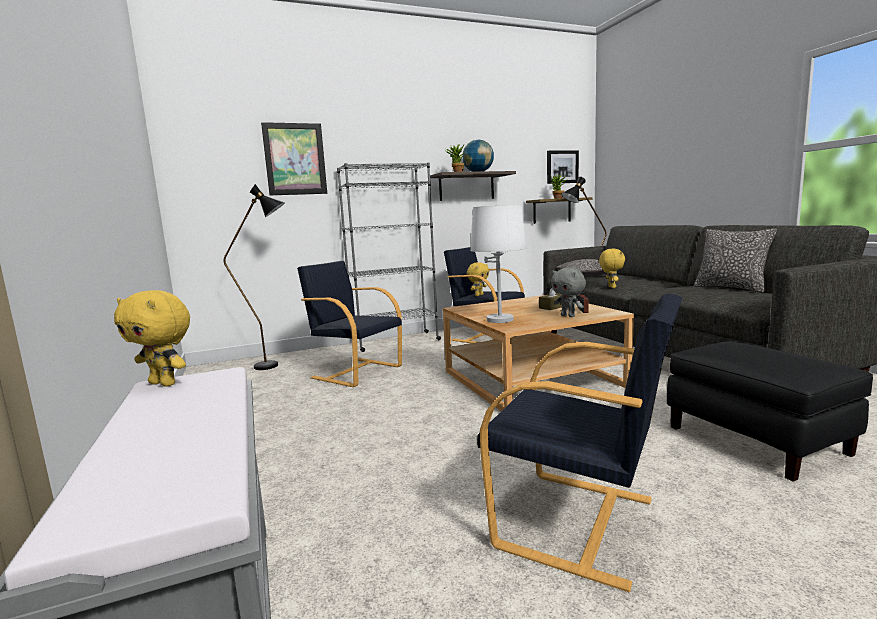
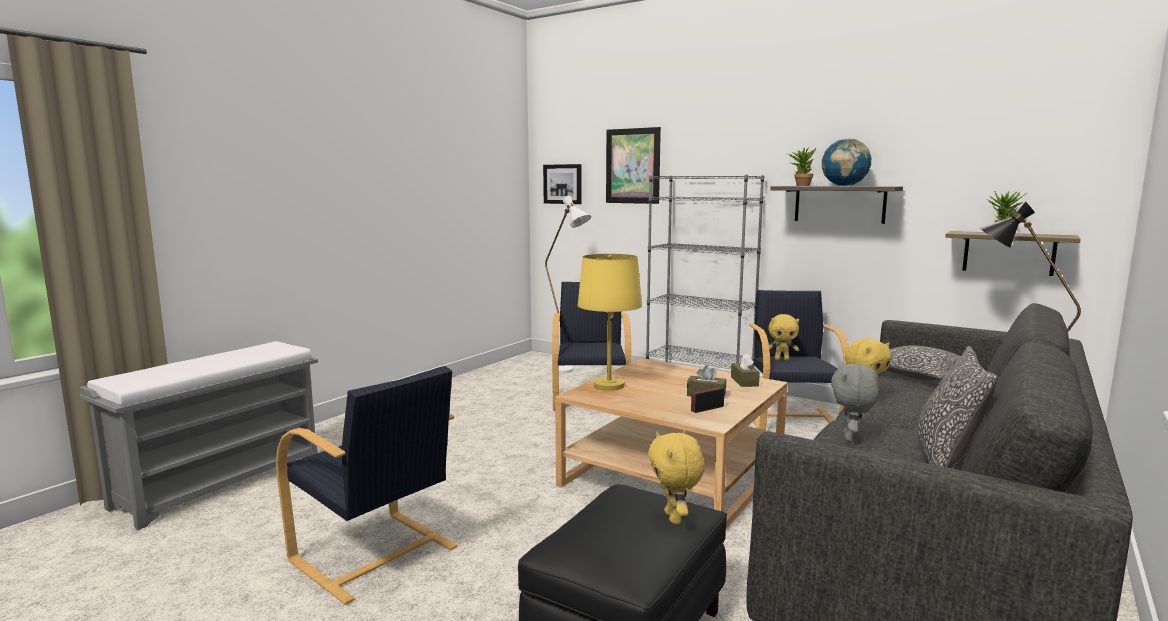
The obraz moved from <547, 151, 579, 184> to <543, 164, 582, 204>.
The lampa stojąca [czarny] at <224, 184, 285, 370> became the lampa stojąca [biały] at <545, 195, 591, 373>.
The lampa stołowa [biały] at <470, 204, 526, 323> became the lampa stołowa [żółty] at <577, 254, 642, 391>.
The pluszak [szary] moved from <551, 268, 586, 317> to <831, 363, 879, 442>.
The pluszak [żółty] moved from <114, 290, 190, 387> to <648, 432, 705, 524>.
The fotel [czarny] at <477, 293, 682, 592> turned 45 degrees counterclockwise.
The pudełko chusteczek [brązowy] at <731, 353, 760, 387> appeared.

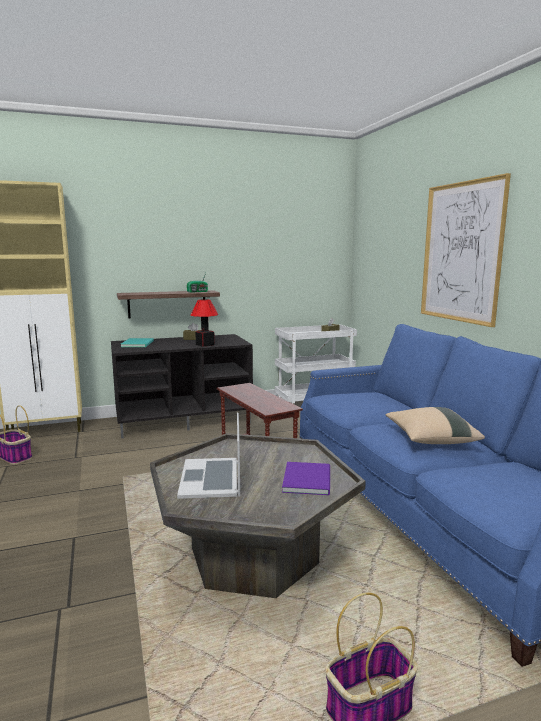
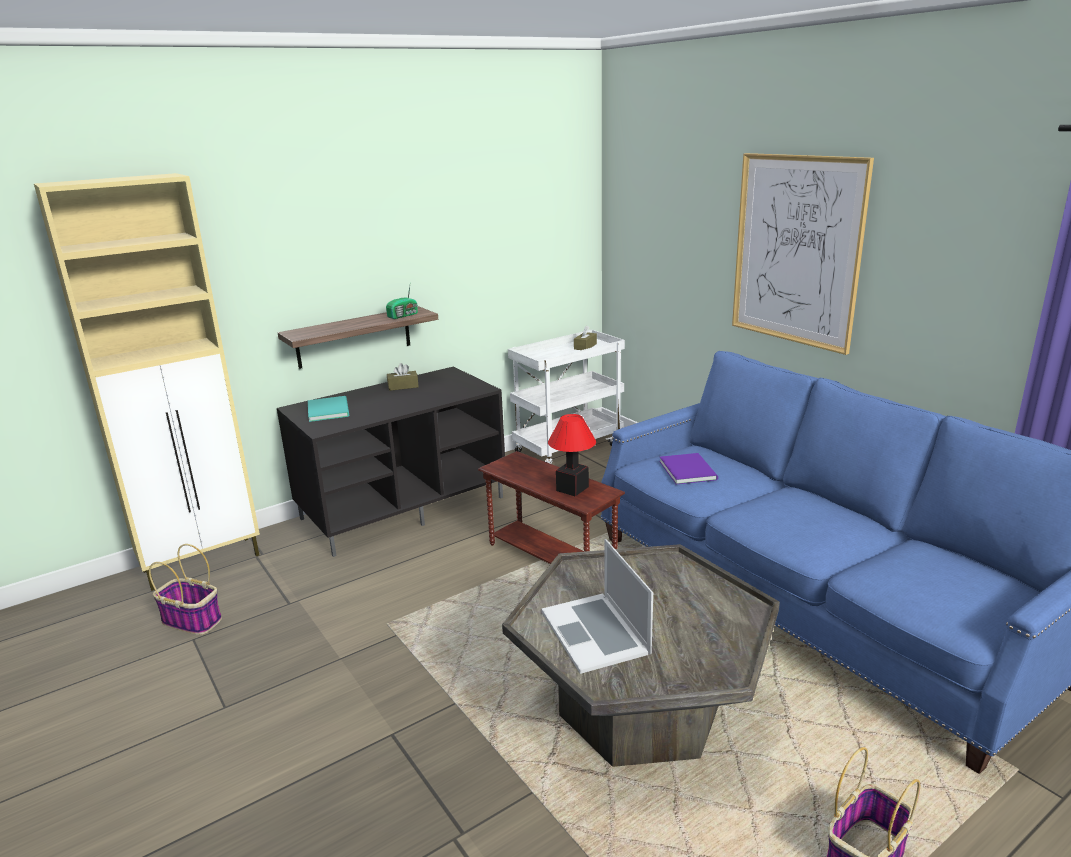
The lampa stołowa moved from <191, 299, 218, 347> to <548, 414, 596, 496>.
The poduszka [beżowy] at <385, 407, 485, 444> disappeared.
The książka [fioletowy] moved from <282, 462, 330, 495> to <659, 453, 718, 485>.

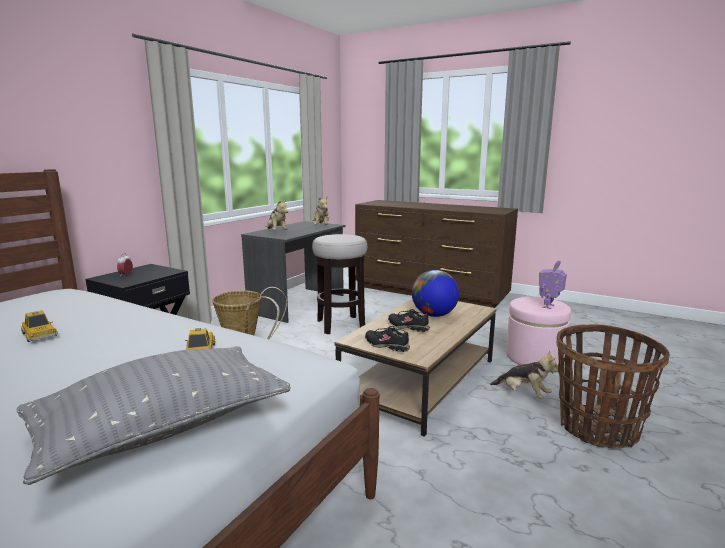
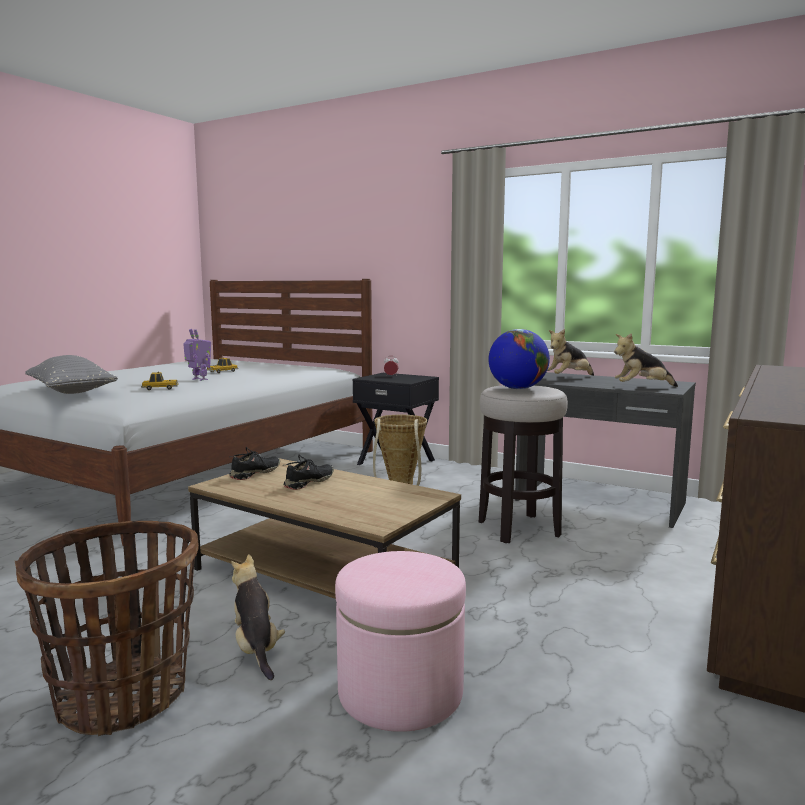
The robot zabawkowy moved from <539, 260, 567, 309> to <183, 329, 211, 381>.
The globus moved from <412, 270, 459, 317> to <488, 329, 550, 389>.
The pluszak at <490, 350, 558, 399> turned 120 degrees clockwise.

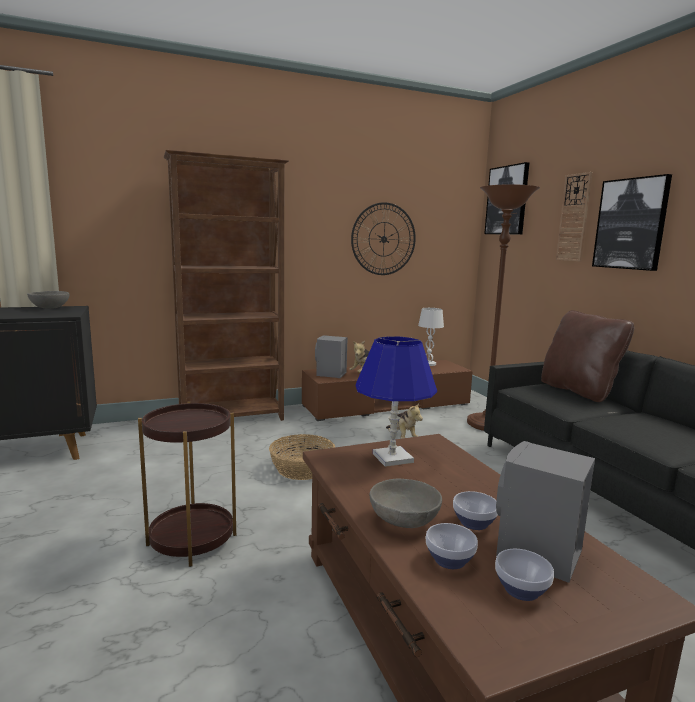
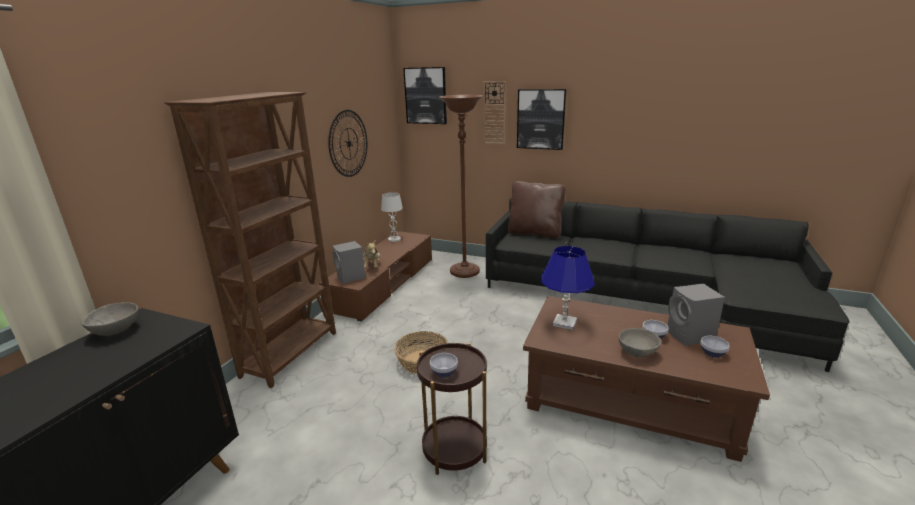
The pluszak at <386, 403, 423, 439> disappeared.
The miska moved from <426, 523, 478, 569> to <430, 353, 458, 378>.

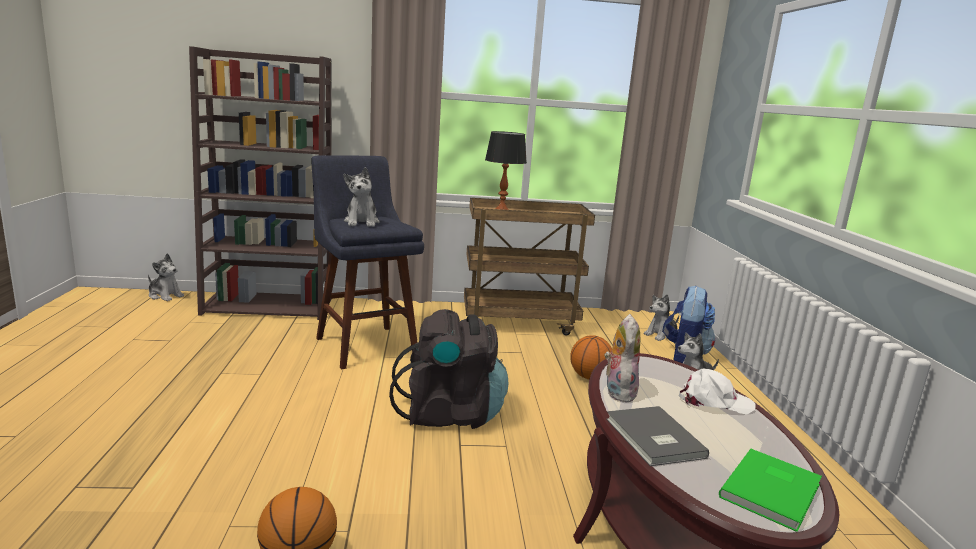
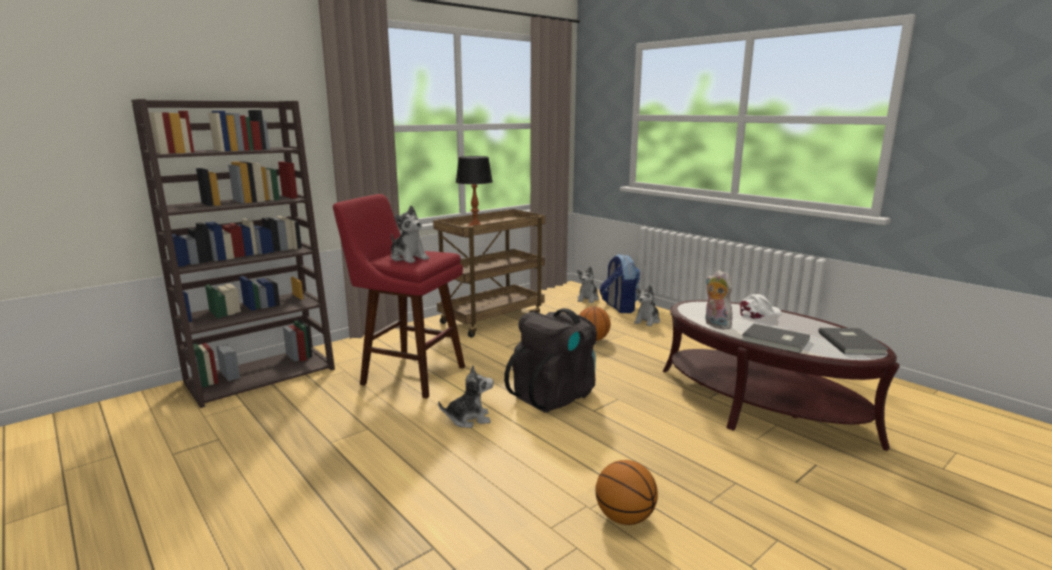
The stołek [niebieski] at <312, 155, 424, 369> became the stołek [czerwony] at <333, 194, 465, 399>.
The pluszak moved from <148, 254, 184, 301> to <438, 365, 494, 428>.
The książka [zielony] at <719, 449, 822, 532> became the książka [szary] at <818, 328, 889, 355>.

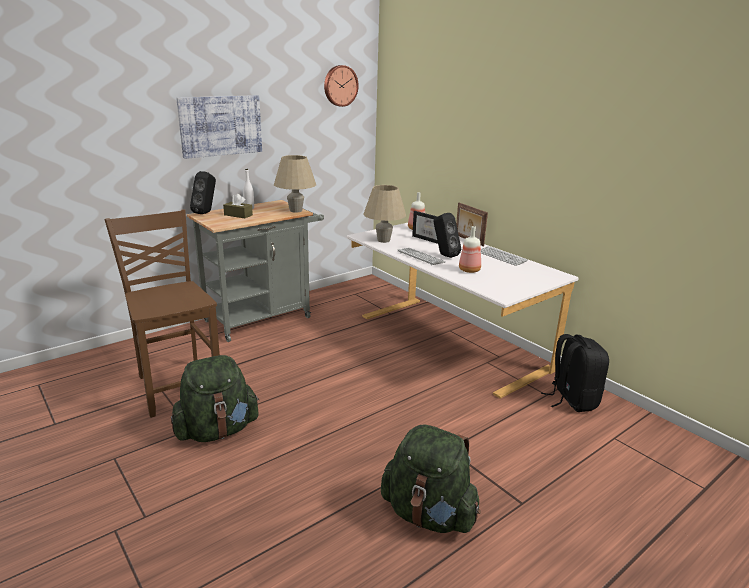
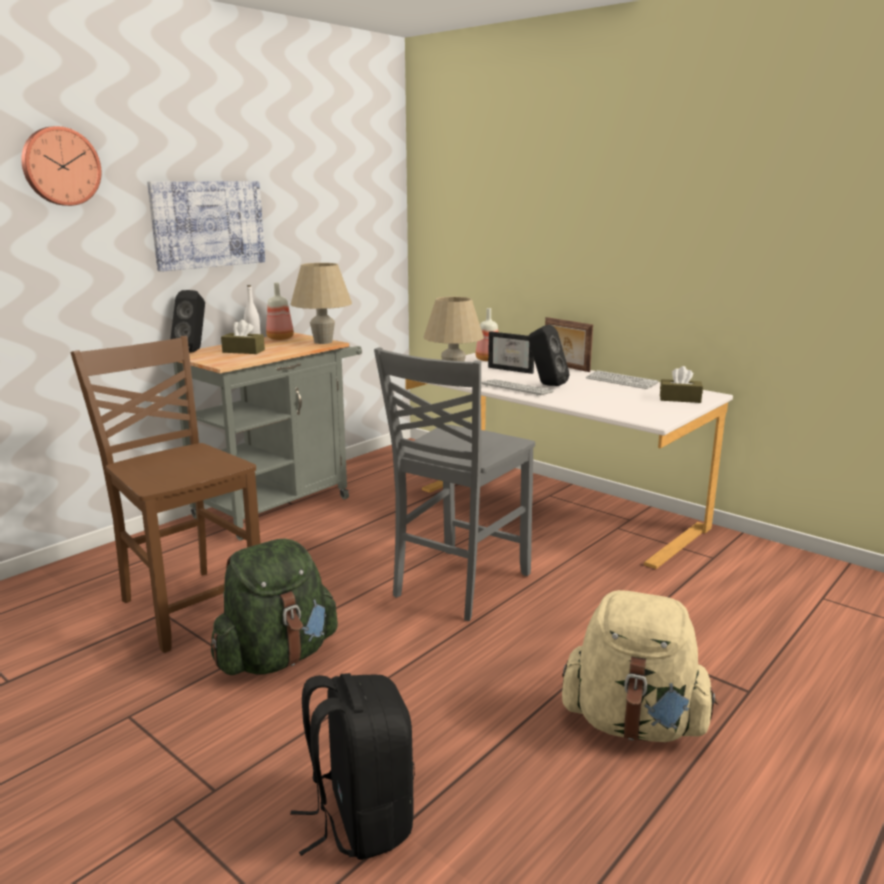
The zegar ścienny moved from <324, 65, 359, 107> to <21, 126, 101, 206>.
The butelka moved from <459, 226, 481, 273> to <266, 283, 294, 340>.
The plecak [czarny] moved from <541, 334, 609, 412> to <290, 673, 415, 860>.
The plecak [zielony] at <381, 425, 481, 533> became the plecak [beżowy] at <562, 590, 718, 742>.
The krzesło [szary] at <374, 347, 535, 621> appeared.
The pudełko chusteczek [brązowy] at <660, 366, 703, 403> appeared.

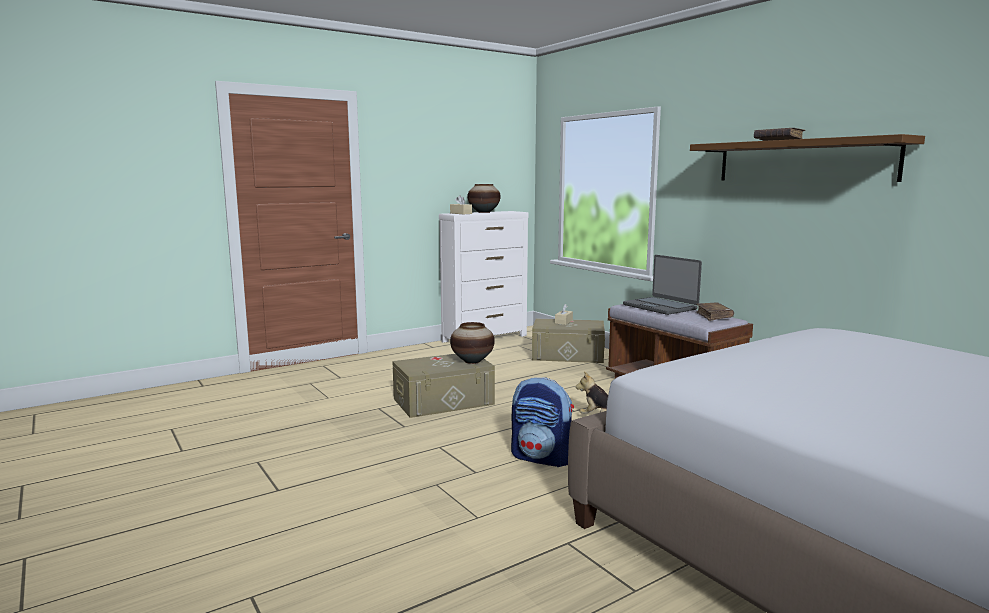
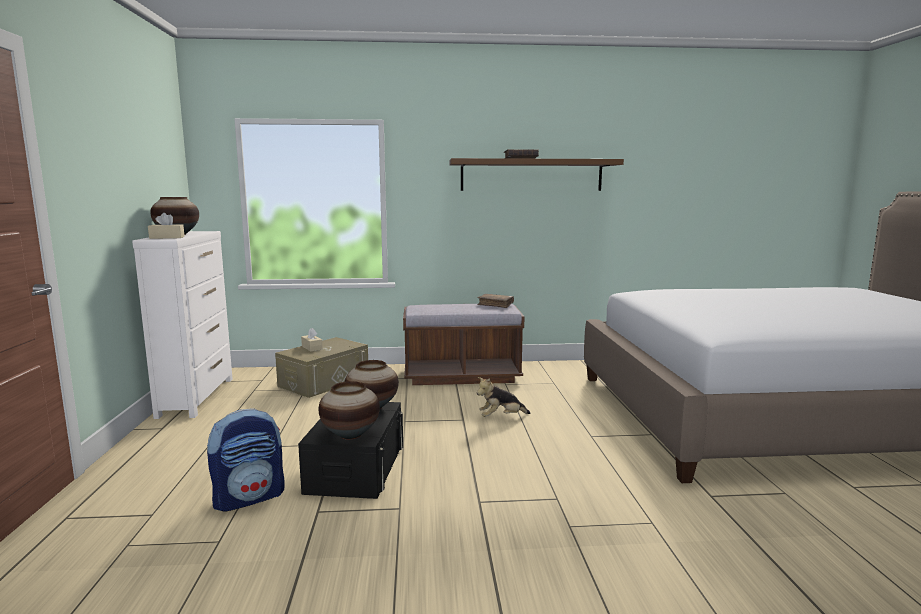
The laptop at <623, 255, 702, 315> disappeared.
The pojemnik do przechowywania [beżowy] at <392, 354, 495, 418> became the pojemnik do przechowywania [czarny] at <298, 402, 403, 499>.
The plecak moved from <511, 377, 574, 467> to <207, 408, 285, 511>.
The wazon at <318, 381, 380, 439> appeared.

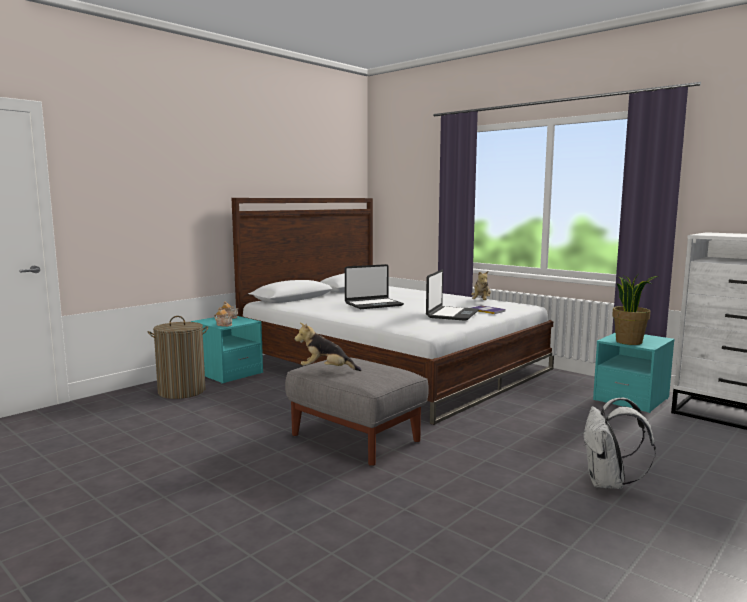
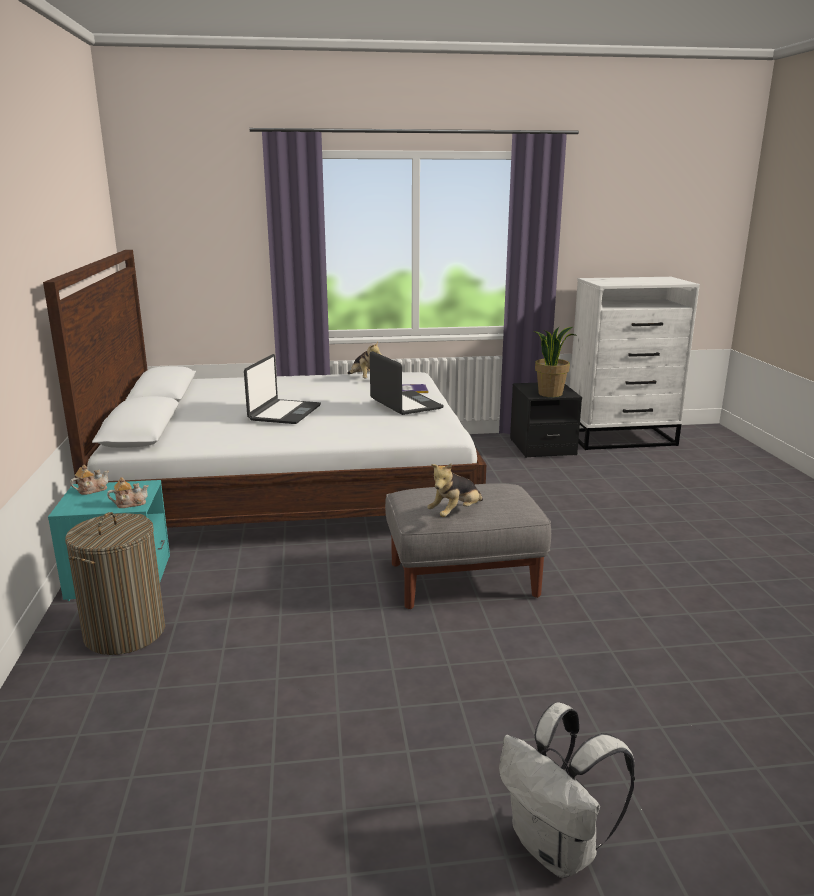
The szafka nocna [turkusowy] at <593, 332, 675, 413> became the szafka nocna [czarny] at <510, 383, 582, 458>.
The plecak [biały] moved from <583, 398, 656, 489> to <499, 702, 635, 878>.

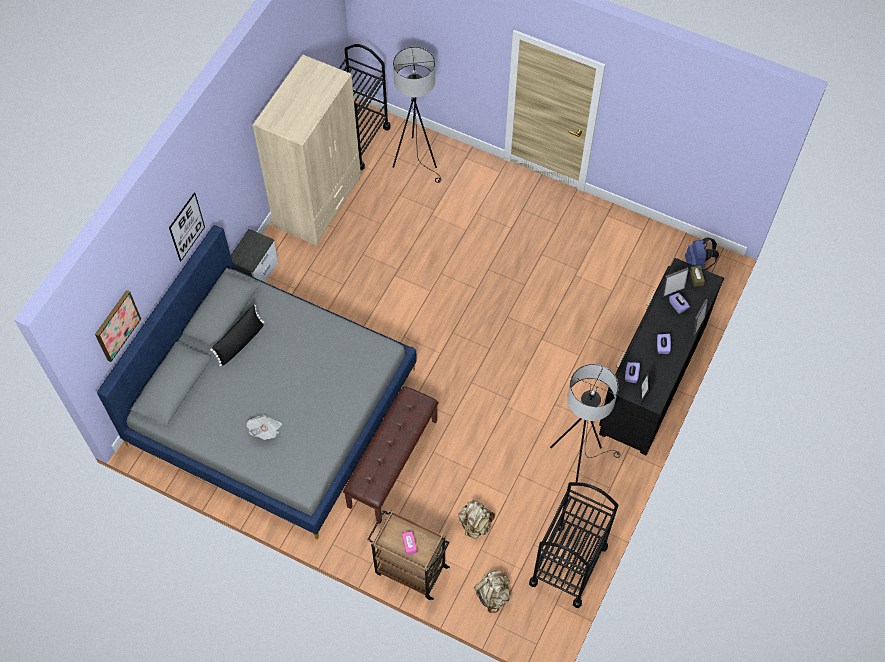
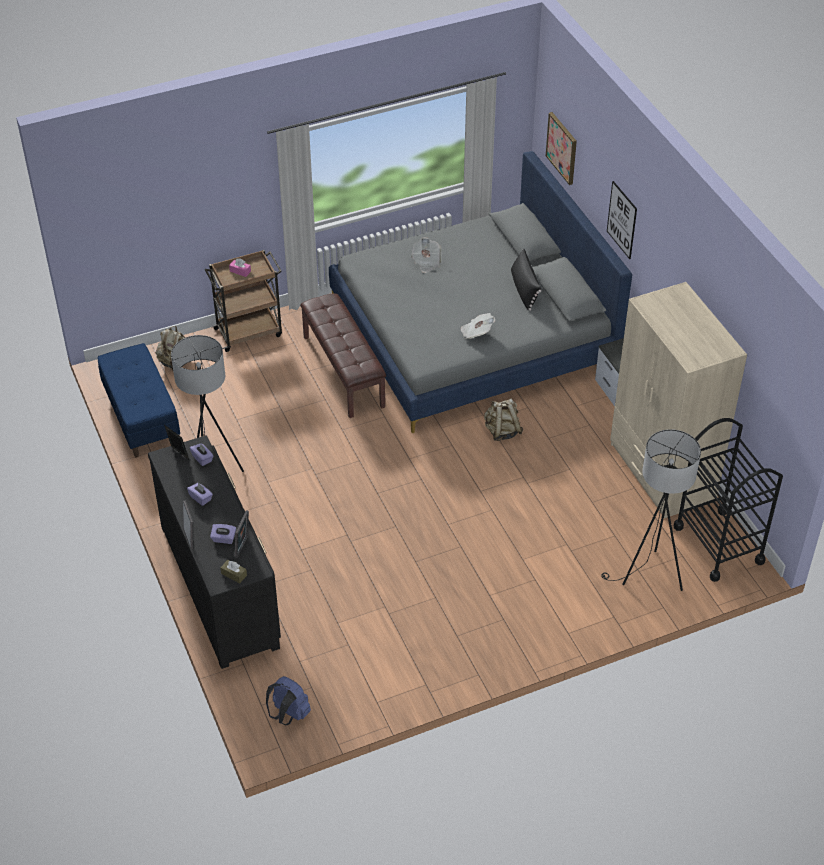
The wózek [czarny] at <529, 482, 618, 608> was replaced by the ławka [niebieski] at <98, 343, 180, 458>.
The plecak [beżowy] moved from <458, 500, 495, 539> to <484, 399, 523, 441>.
The gazeta at <460, 313, 495, 339> appeared.

